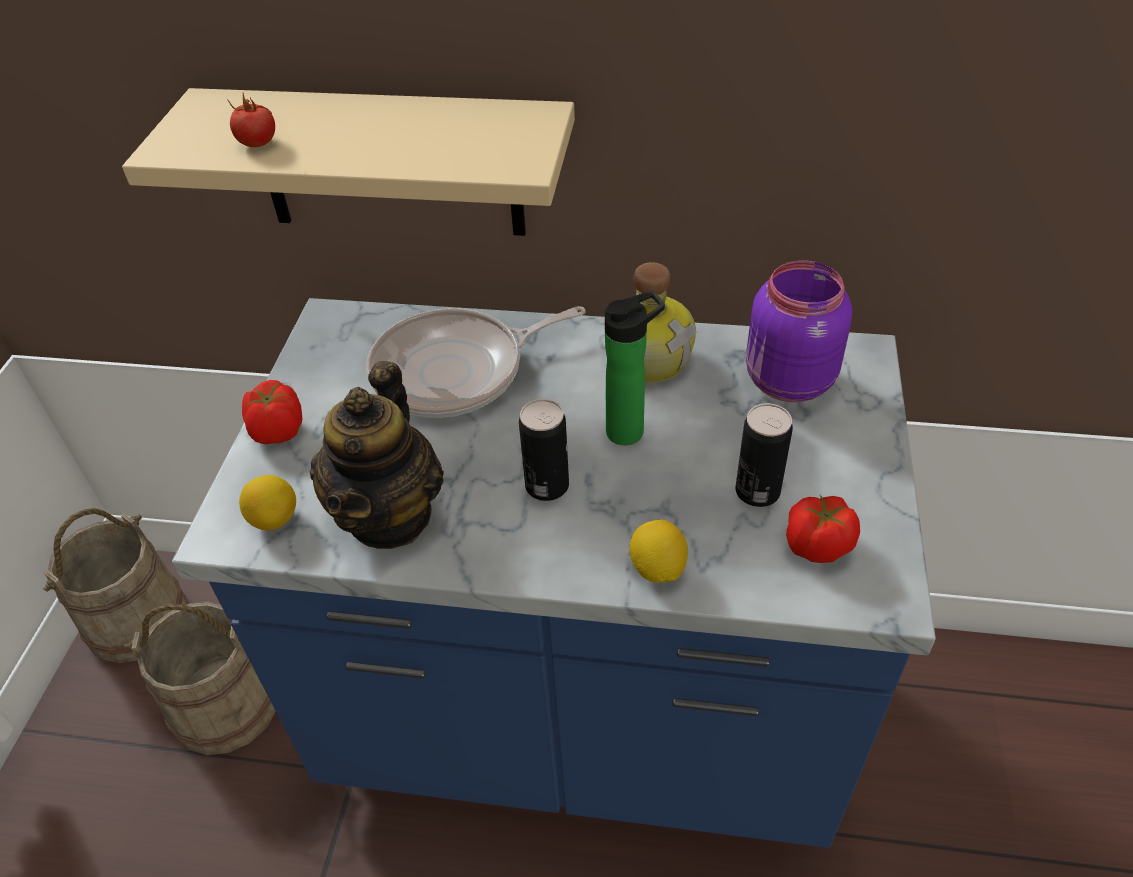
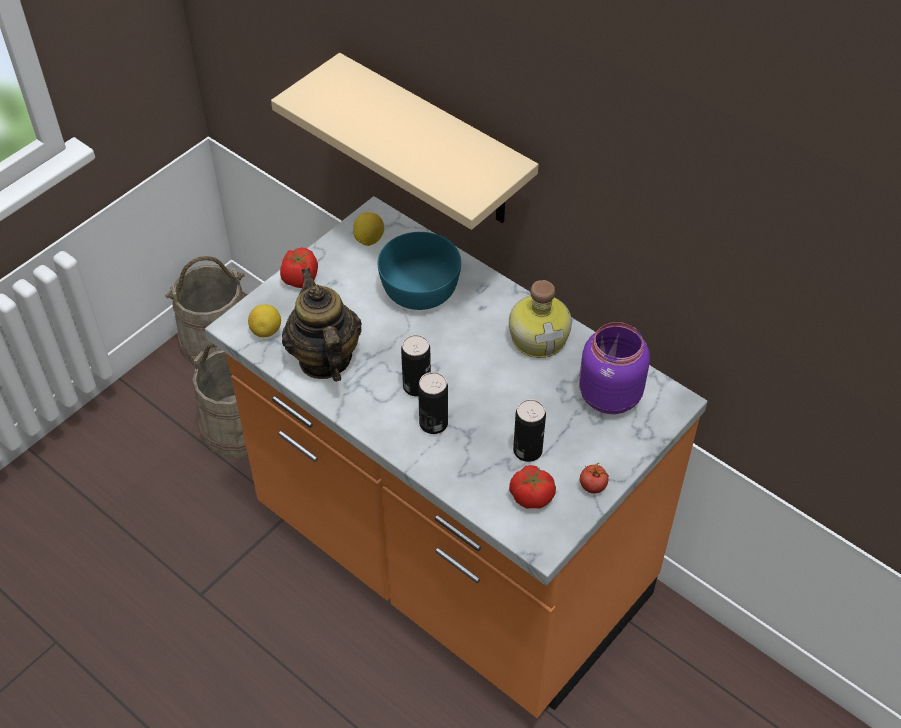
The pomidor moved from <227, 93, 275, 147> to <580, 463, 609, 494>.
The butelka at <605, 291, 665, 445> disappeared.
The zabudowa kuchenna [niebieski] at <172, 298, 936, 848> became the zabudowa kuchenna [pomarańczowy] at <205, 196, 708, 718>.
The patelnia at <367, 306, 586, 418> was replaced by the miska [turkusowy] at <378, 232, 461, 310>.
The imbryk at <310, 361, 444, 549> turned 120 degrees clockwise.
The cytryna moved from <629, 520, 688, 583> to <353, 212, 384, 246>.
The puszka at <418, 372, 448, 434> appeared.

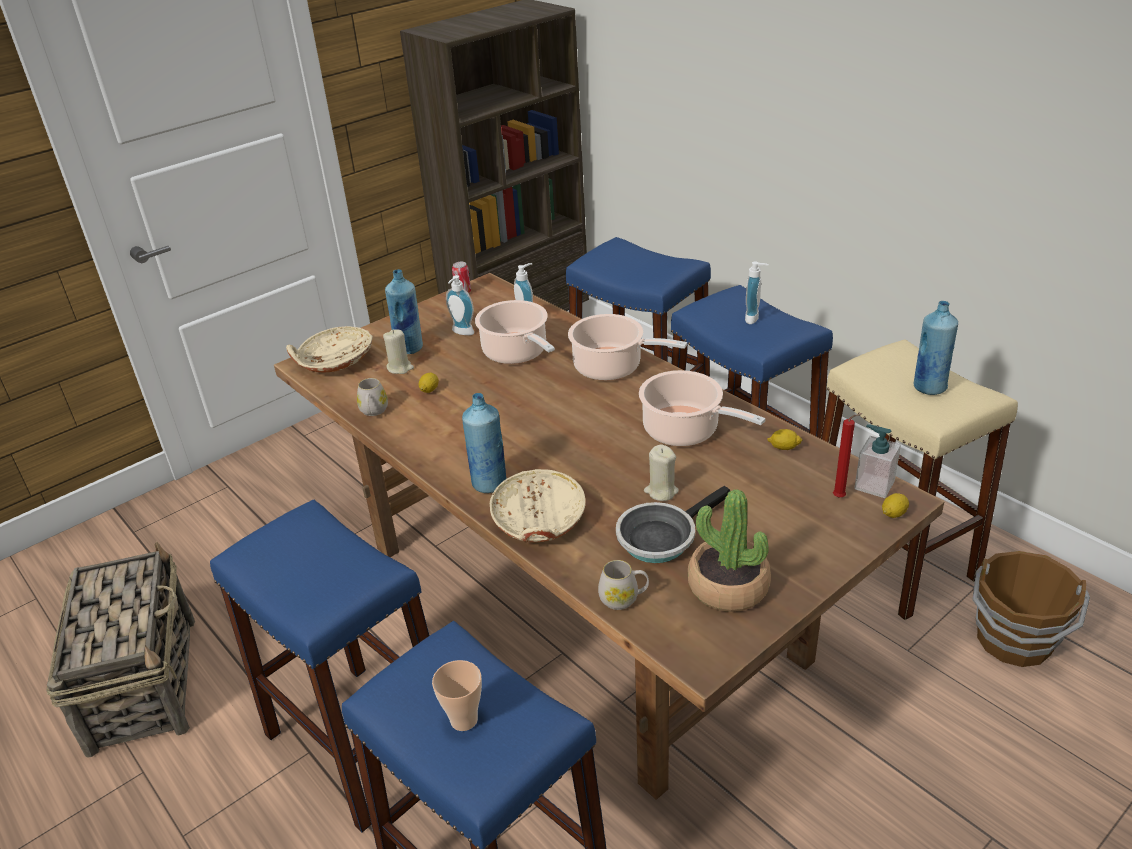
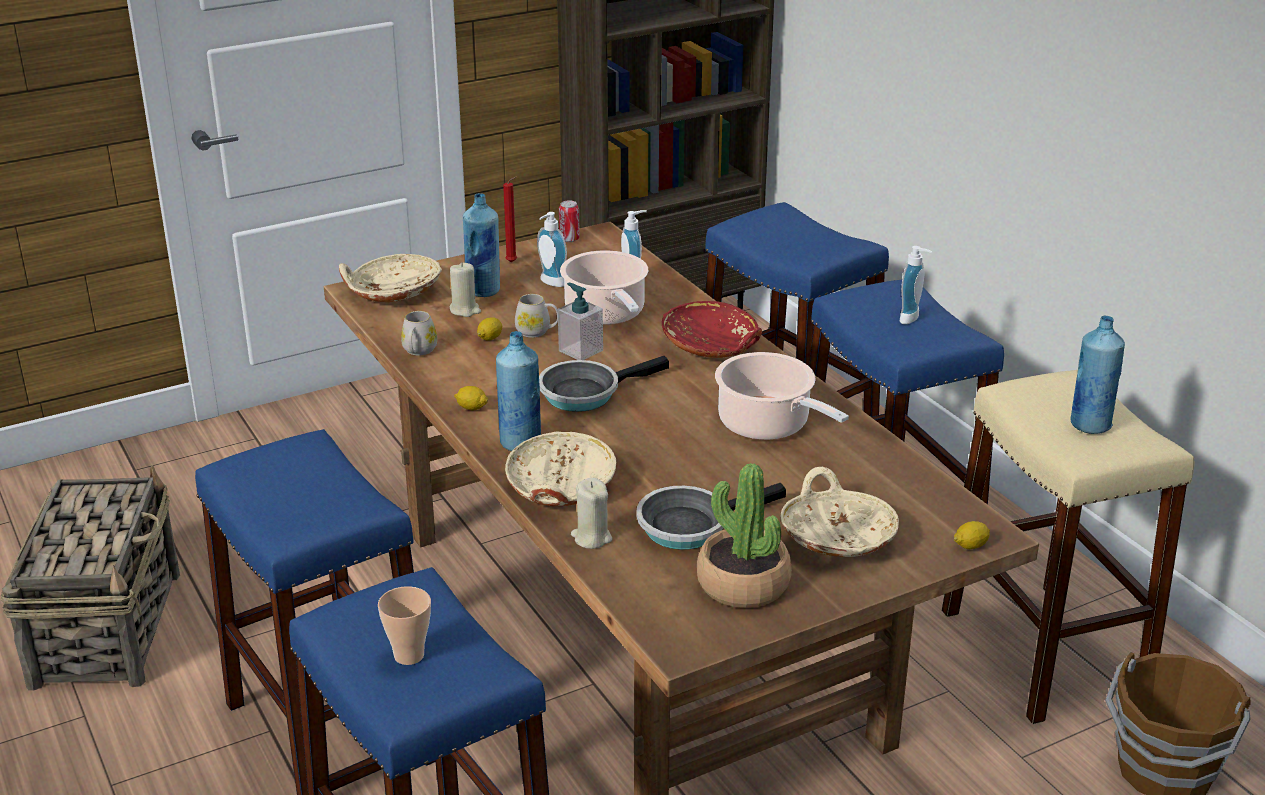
The garnek at <568, 314, 687, 381> was replaced by the miska [czerwony] at <662, 301, 762, 358>.
The świeca [czerwony] moved from <833, 413, 862, 498> to <503, 177, 517, 263>.
The dozownik mydła moved from <854, 424, 901, 498> to <558, 283, 603, 360>.
The cytryna moved from <767, 429, 803, 450> to <454, 386, 488, 410>.
The świeca [beżowy] moved from <644, 445, 679, 501> to <571, 478, 612, 549>.
The kubek [biały] moved from <598, 560, 649, 610> to <515, 294, 558, 338>.
The patelnia at <539, 356, 669, 412> appeared.
The miska [beżowy] at <781, 467, 899, 557> appeared.

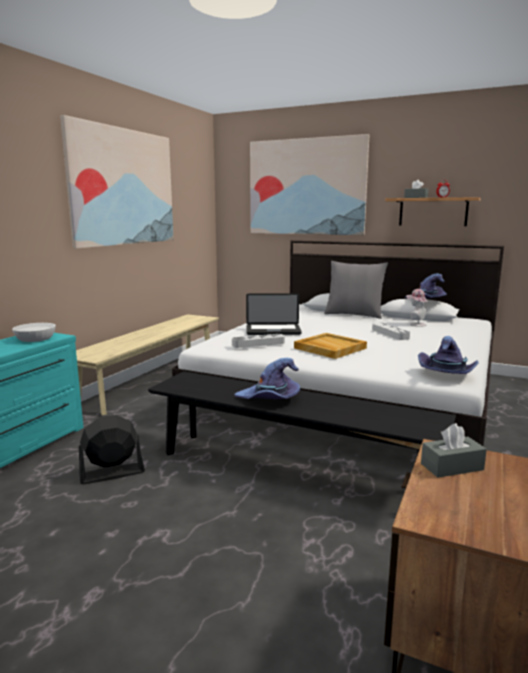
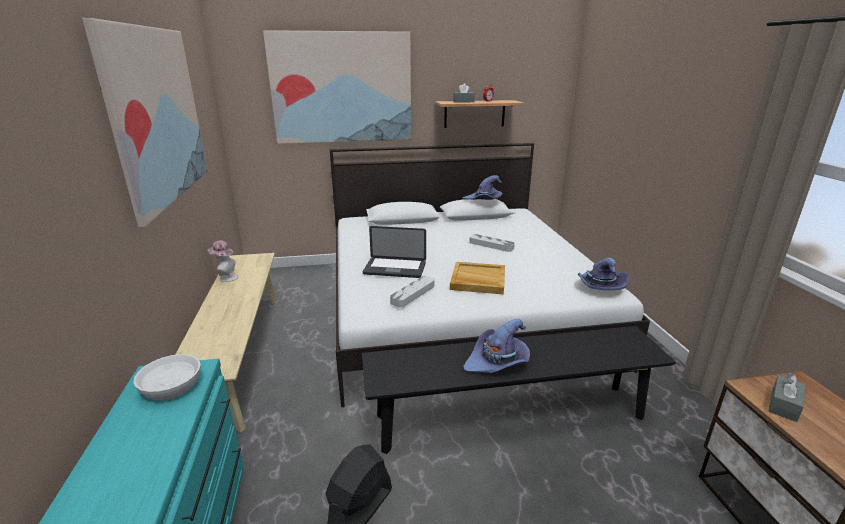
The poduszka [szary] at <324, 261, 388, 319> disappeared.
The kapelusz moved from <407, 289, 428, 327> to <208, 240, 238, 282>.
The laptop at <246, 293, 302, 335> turned 45 degrees clockwise.

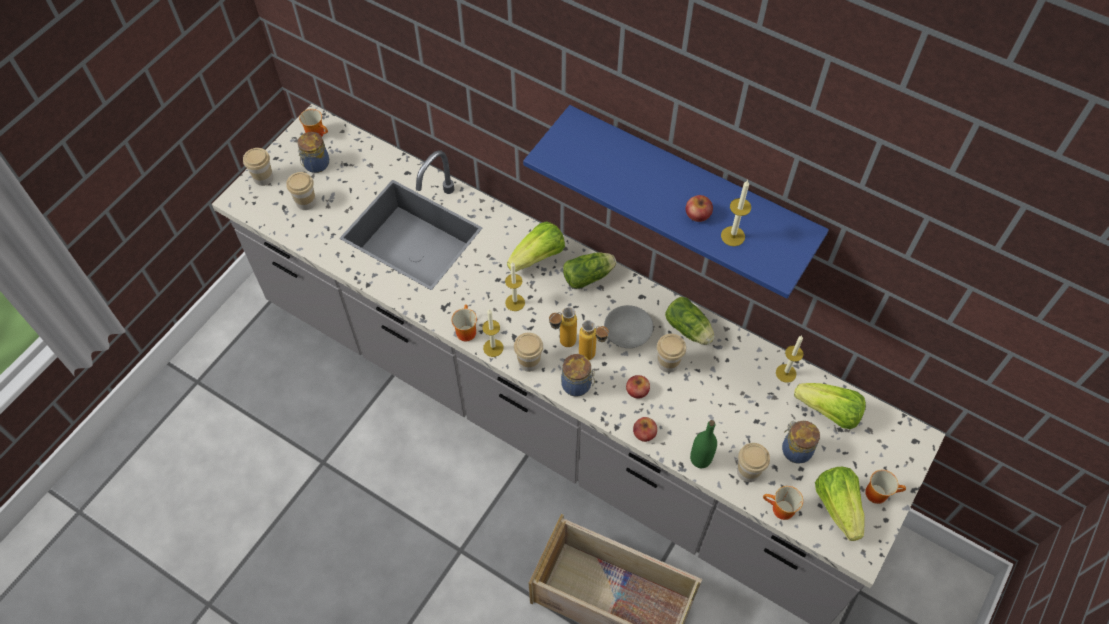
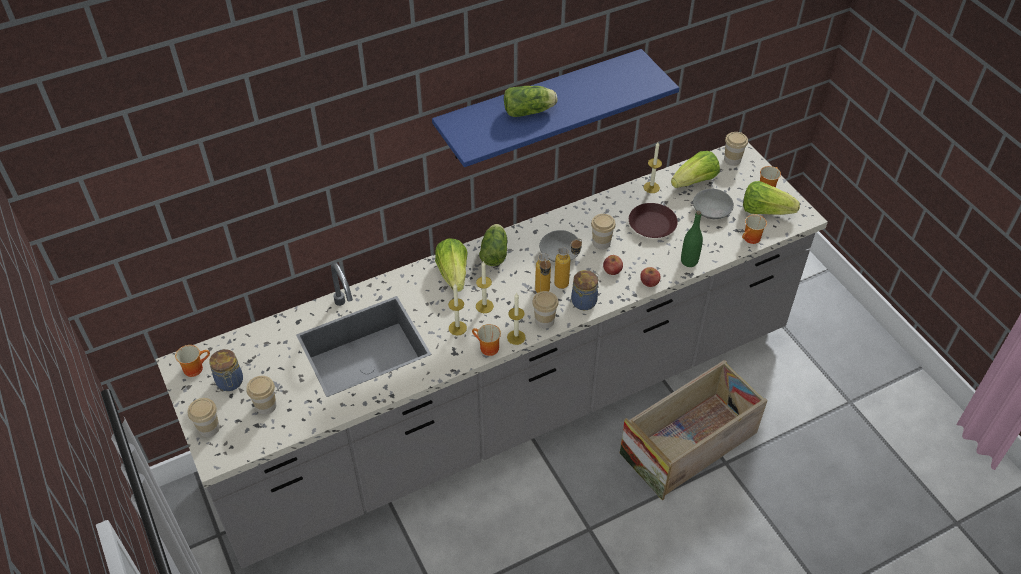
The świeca moved from <721, 180, 751, 246> to <448, 284, 467, 336>.
The jabłko at <686, 195, 713, 222> disappeared.
The sałata moved from <665, 297, 714, 345> to <504, 86, 557, 117>.
The słoik at <782, 421, 820, 464> was replaced by the miska [szary] at <693, 189, 734, 219>.
The filiżanka moved from <737, 443, 770, 482> to <724, 132, 748, 166>.
The talerz [brązowy] at <629, 203, 678, 238> appeared.

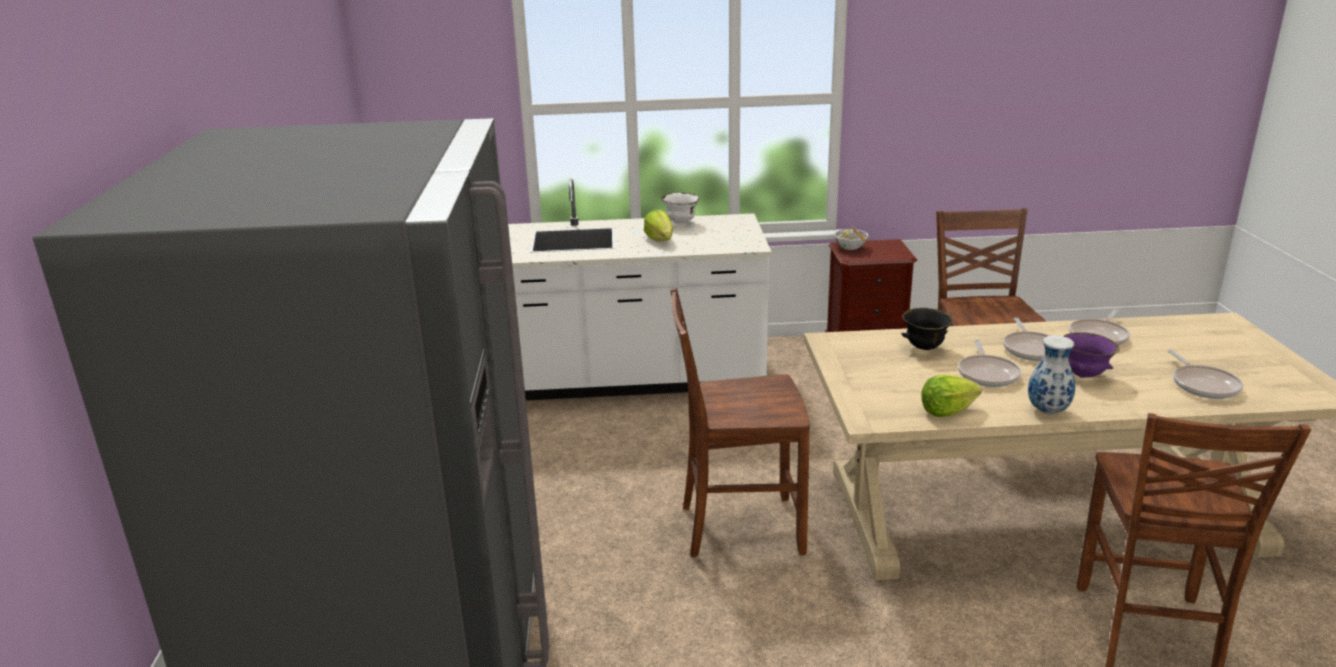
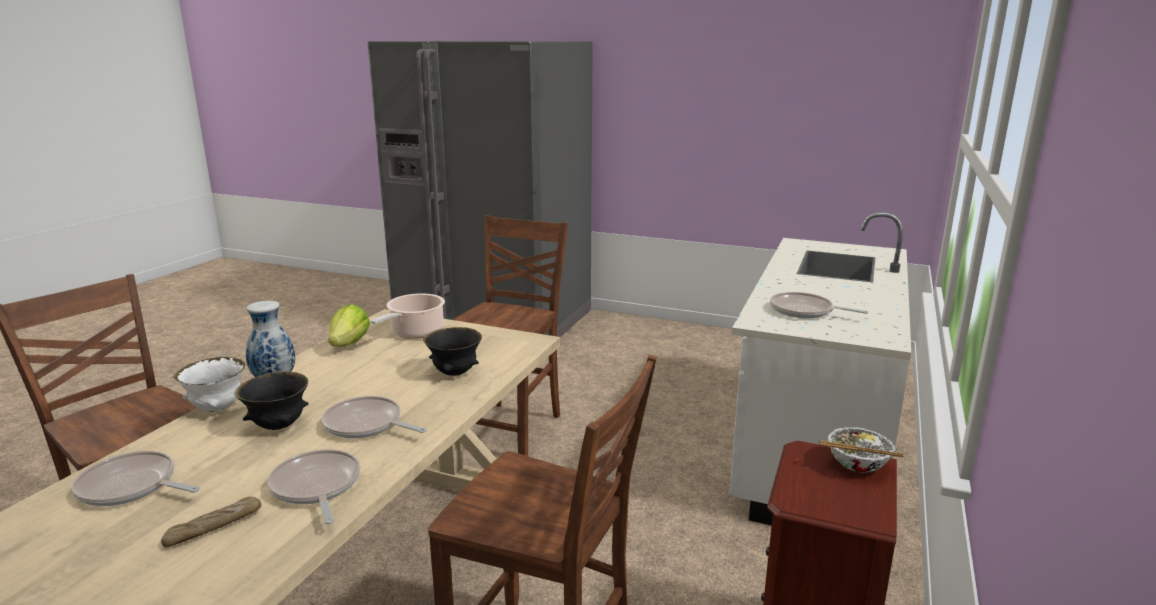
The miska [biały] moved from <662, 192, 700, 224> to <173, 357, 245, 412>.
The sałata at <644, 210, 673, 242> disappeared.
The miska [fioletowy] at <1063, 332, 1120, 378> became the miska [czarny] at <234, 372, 309, 430>.
The patelnia moved from <958, 340, 1021, 387> to <770, 292, 869, 319>.
The garnek at <371, 293, 445, 339> appeared.
The chleb at <161, 497, 261, 548> appeared.

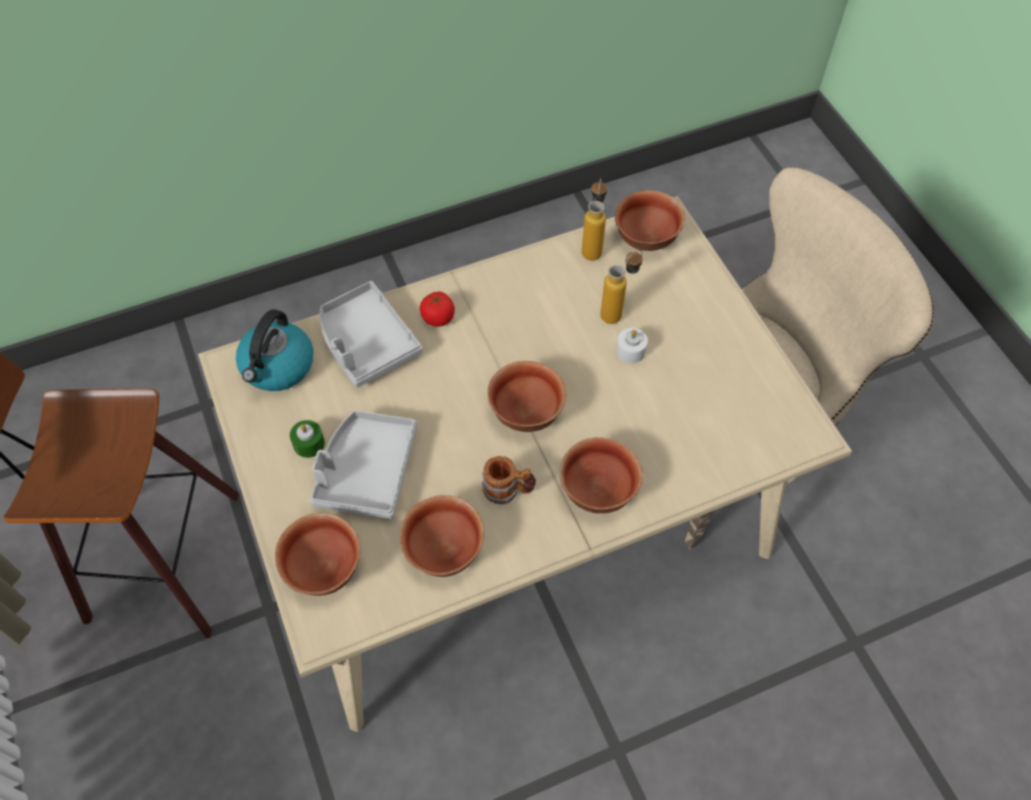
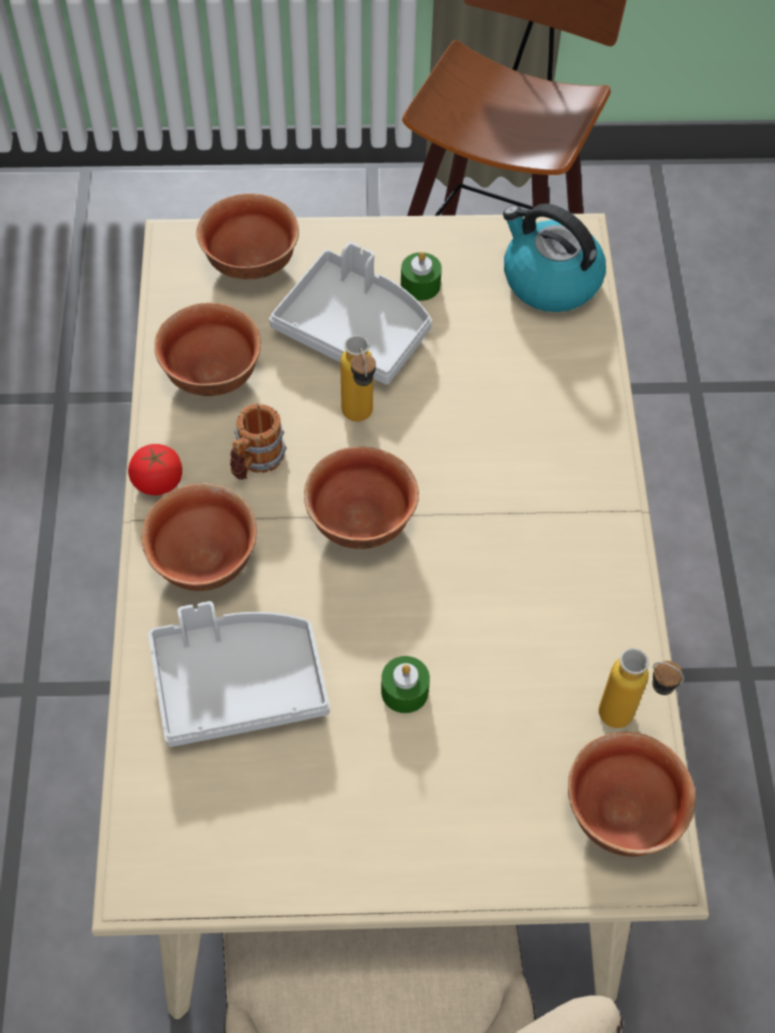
The butelka moved from <600, 250, 643, 324> to <340, 335, 376, 421>.
The taca [szary] moved from <320, 281, 422, 388> to <148, 601, 330, 747>.
The pomidor moved from <420, 292, 455, 327> to <128, 444, 182, 495>.
The świeca [biały] at <616, 328, 648, 363> became the świeca [zielony] at <381, 656, 430, 713>.

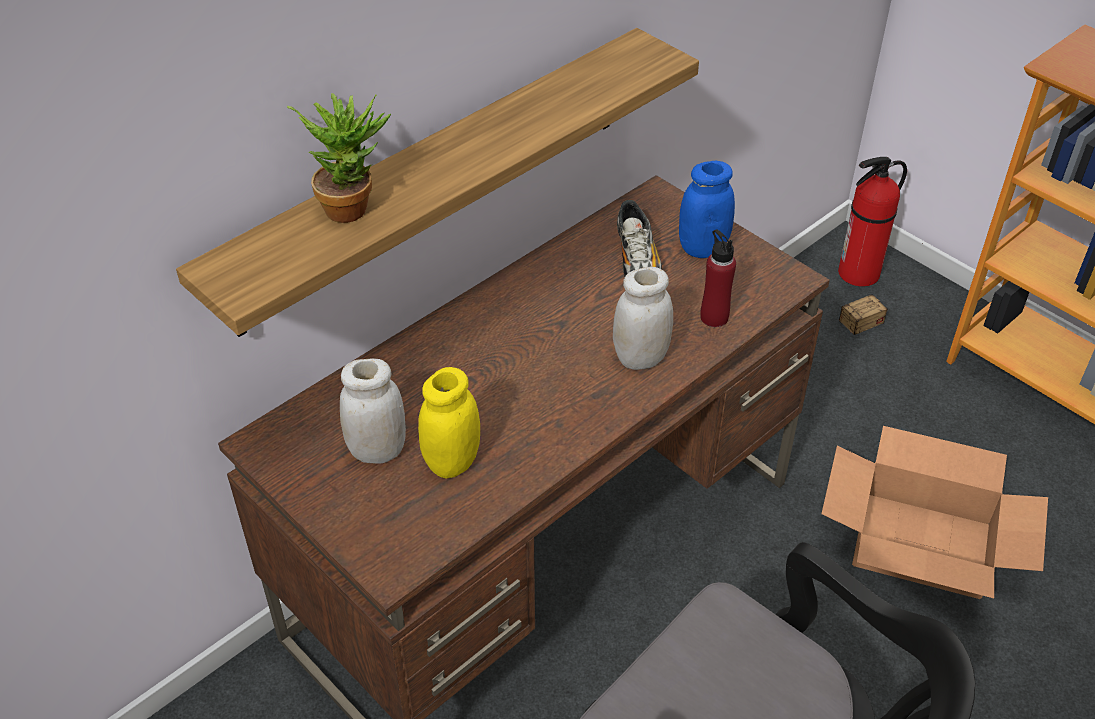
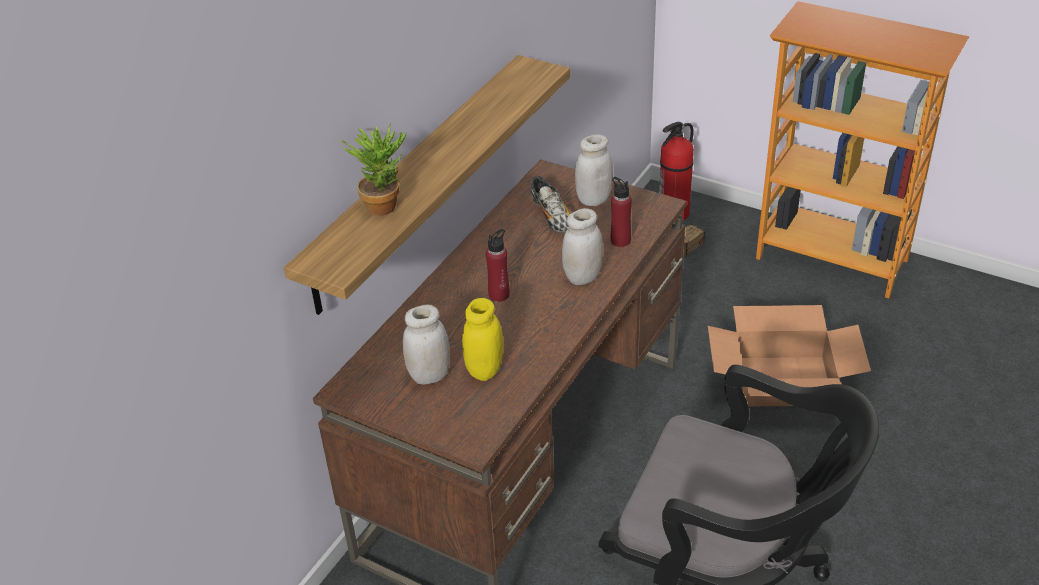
The słoik [niebieski] at <679, 161, 735, 258> became the słoik [biały] at <575, 134, 613, 206>.
The butelka [czerwony] at <486, 229, 510, 302> appeared.

